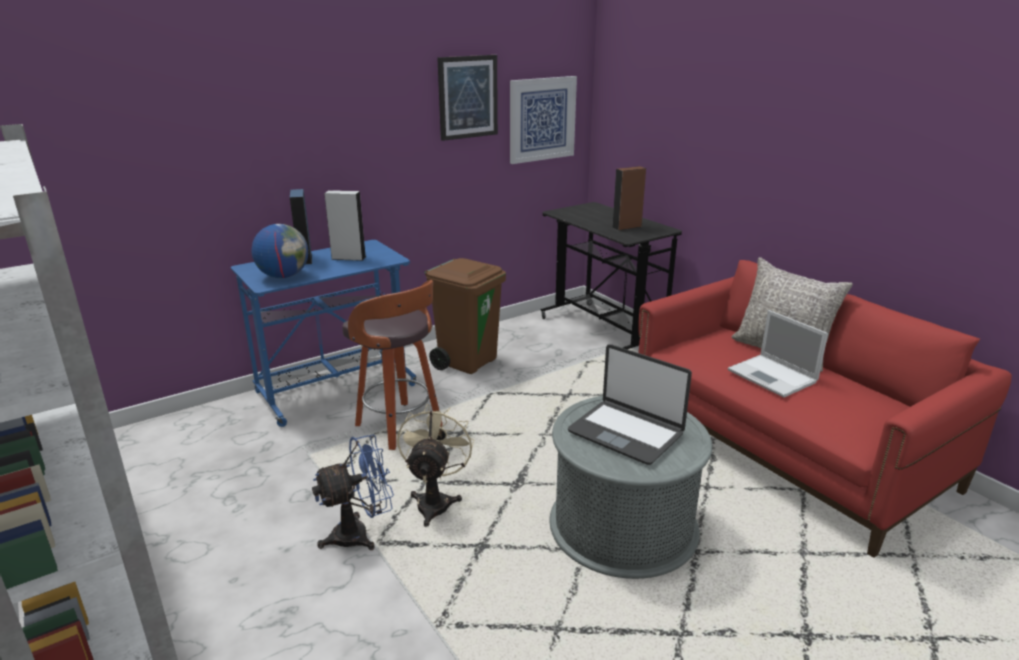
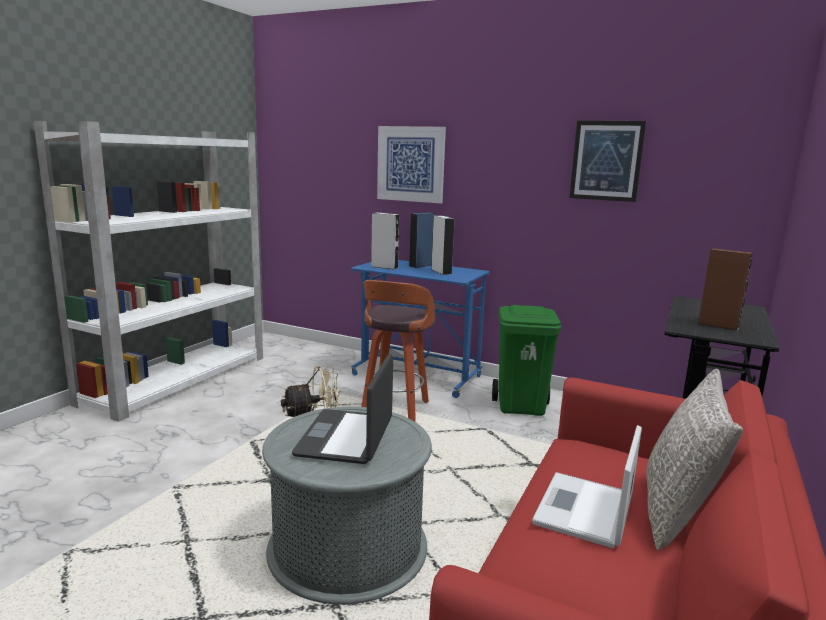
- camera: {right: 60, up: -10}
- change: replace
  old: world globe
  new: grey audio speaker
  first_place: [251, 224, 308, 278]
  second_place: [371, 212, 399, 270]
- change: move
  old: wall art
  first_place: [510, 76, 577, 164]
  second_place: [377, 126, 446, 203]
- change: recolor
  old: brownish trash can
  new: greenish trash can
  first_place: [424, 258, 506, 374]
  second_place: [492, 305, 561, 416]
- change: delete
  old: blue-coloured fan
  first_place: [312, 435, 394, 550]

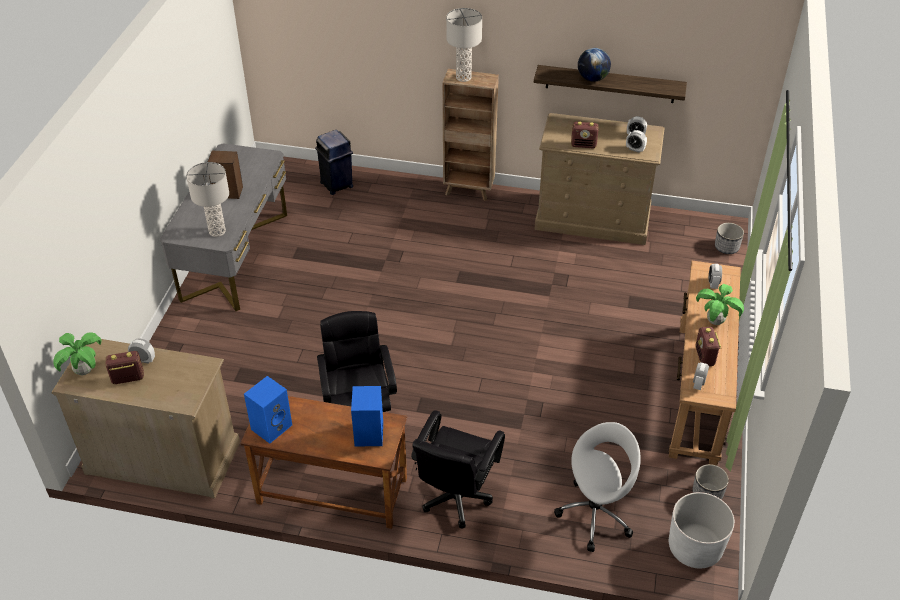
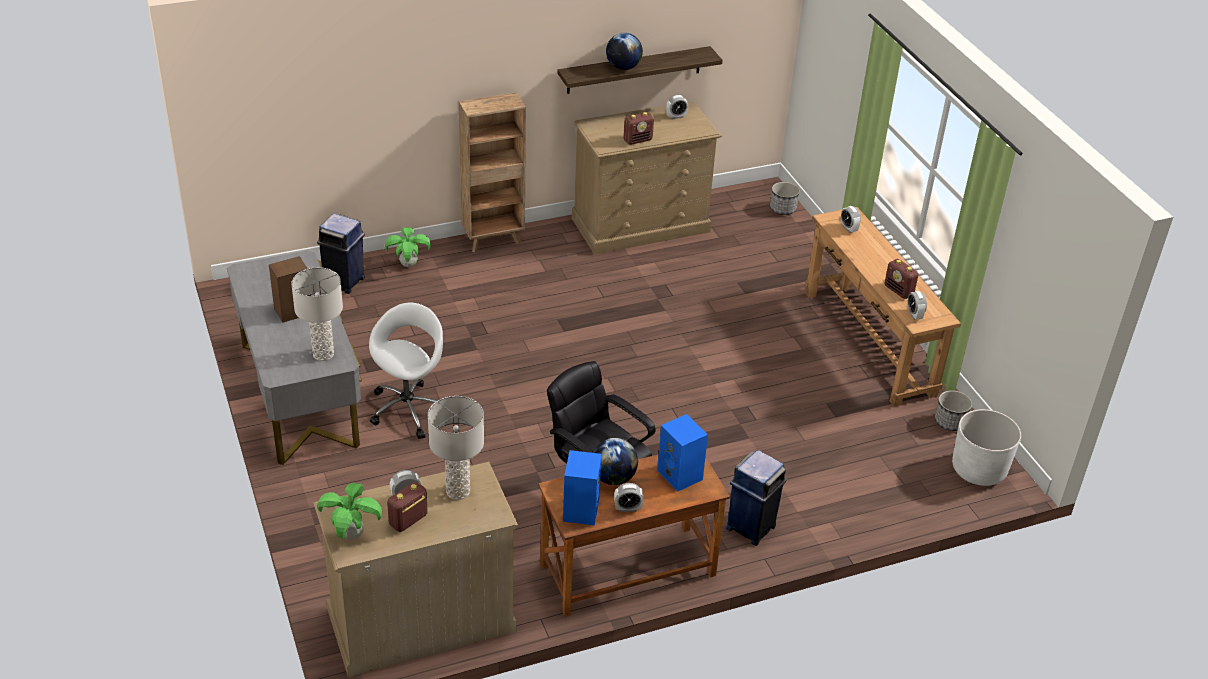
- camera: {right: -35, up: -5}
- change: move
  old: white office chair
  first_place: [554, 422, 641, 552]
  second_place: [369, 303, 443, 439]
- change: move
  old: houseplant
  first_place: [696, 284, 744, 325]
  second_place: [385, 227, 431, 267]
- change: move
  old: white tabletop lamp
  first_place: [446, 8, 482, 82]
  second_place: [428, 396, 484, 500]
- change: insert
  new: world globe
  second_place: [593, 438, 638, 485]
- change: move
  old: bedside clock
  first_place: [626, 130, 647, 153]
  second_place: [614, 483, 644, 512]
- change: replace
  old: blackish office chair
  new: blue-coloured trash can
  first_place: [411, 410, 505, 528]
  second_place: [726, 450, 787, 546]

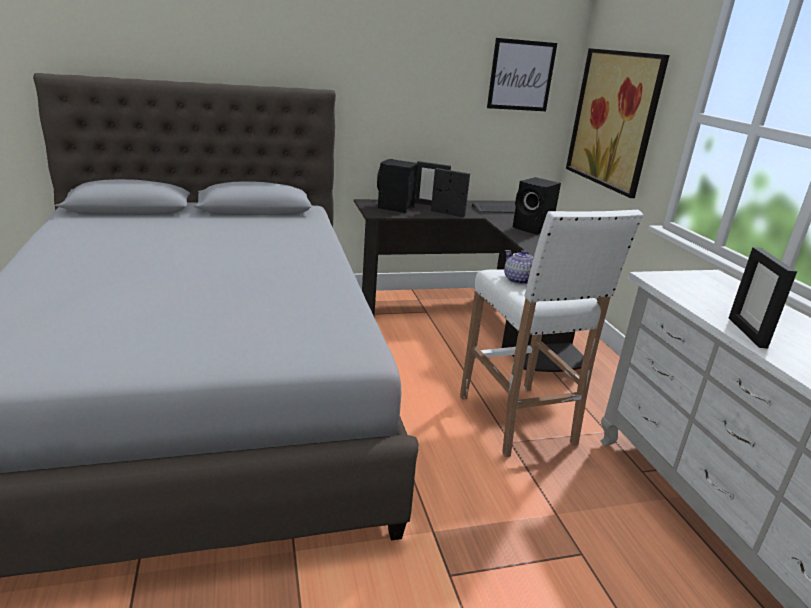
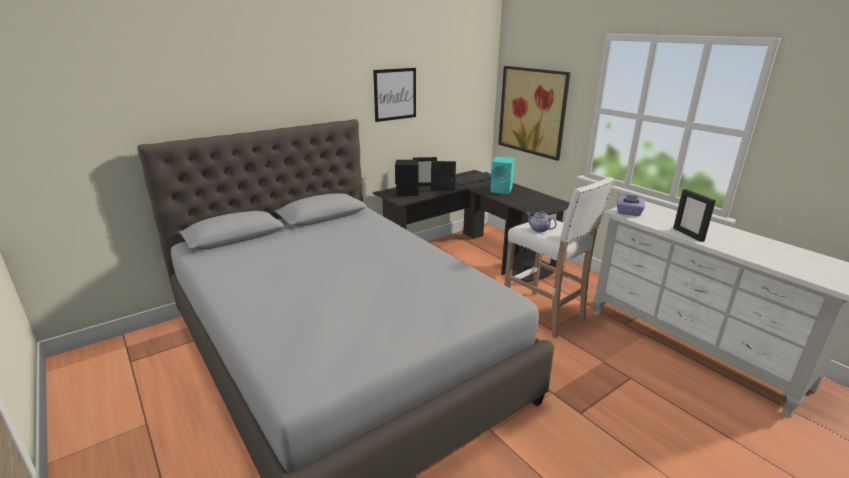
- camera: {right: -20, up: 0}
- change: move
  old: wall art
  first_place: [487, 38, 557, 111]
  second_place: [373, 68, 416, 122]
- change: recolor
  old: blackish audio speaker
  new: turquoise-coloured audio speaker
  first_place: [513, 177, 561, 235]
  second_place: [490, 157, 515, 194]
- change: insert
  new: purple tissue box
  second_place: [617, 194, 645, 216]

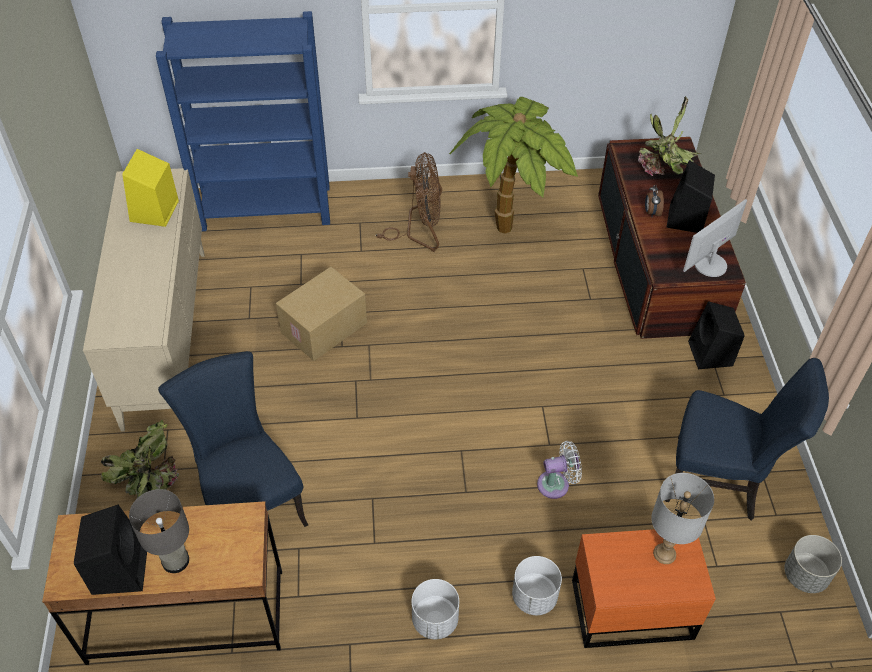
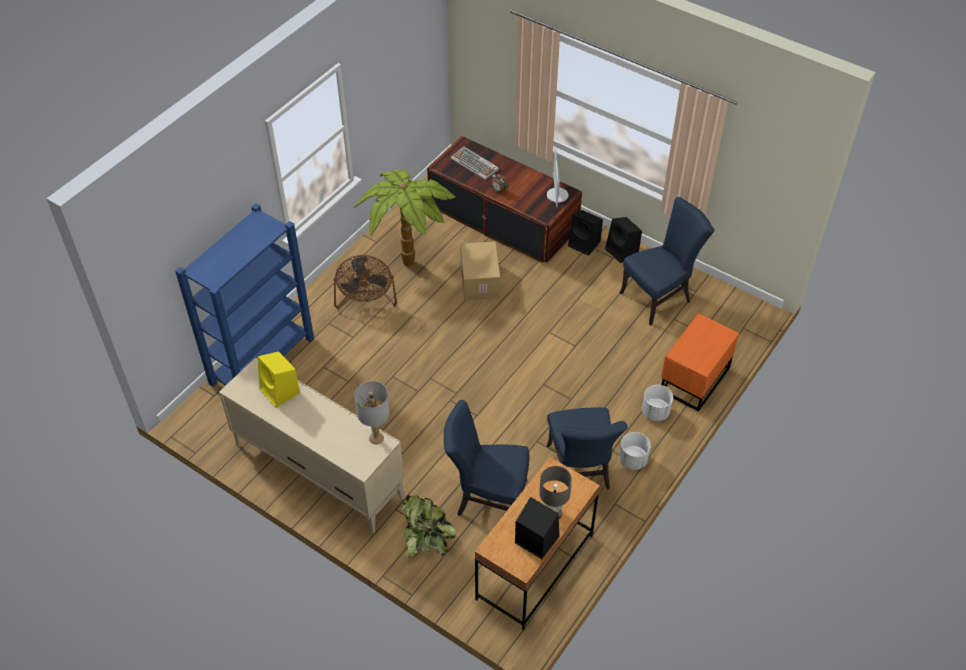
- camera: {right: -50, up: 0}
- change: rotate
  old: brownish fan
  first_place: [375, 152, 442, 252]
  second_place: [333, 254, 397, 309]
  degrees: 135
- change: move
  old: grey tabletop lamp
  first_place: [651, 473, 714, 564]
  second_place: [354, 381, 390, 444]
- change: replace
  old: houseplant
  new: computer keyboard
  first_place: [638, 96, 701, 176]
  second_place: [450, 147, 499, 180]
- change: move
  old: carton
  first_place: [276, 267, 367, 361]
  second_place: [460, 242, 500, 300]
- change: insert
  new: blue-coloured chair
  second_place: [547, 407, 628, 490]
- change: move
  old: blackish audio speaker
  first_place: [666, 160, 715, 233]
  second_place: [605, 217, 642, 263]
- change: delete
  old: white fan
  first_place: [537, 441, 582, 499]
- change: delete
  old: grey planter
  first_place: [784, 535, 842, 593]

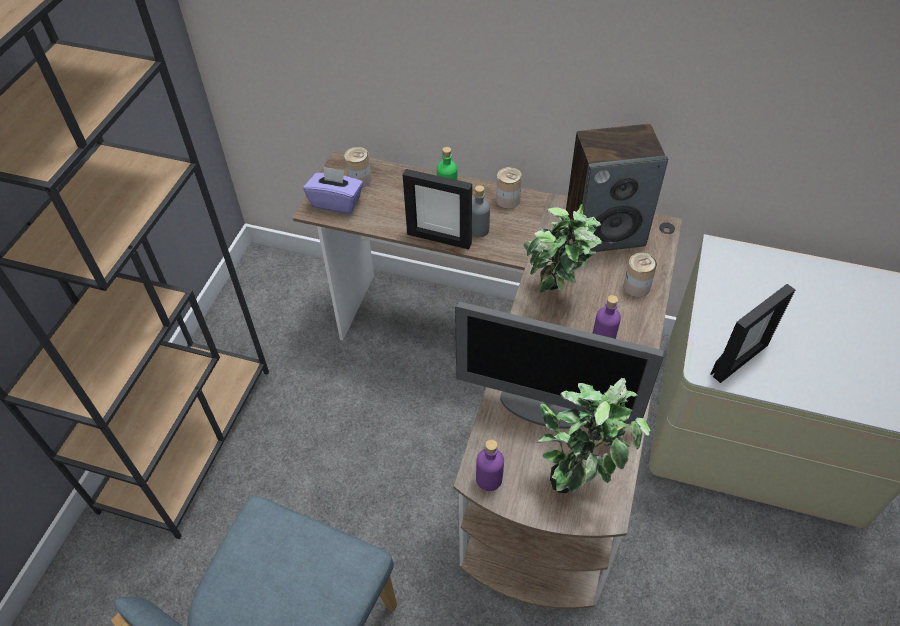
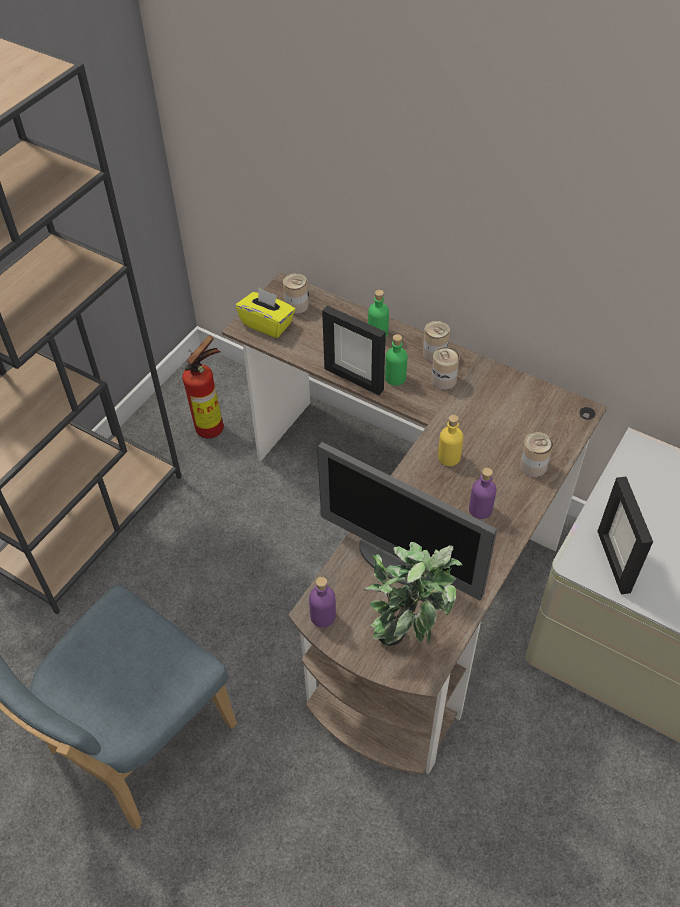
- camera: {right: 15, up: 0}
- change: insert
  new: fire-fighting cylinder
  second_place: [182, 335, 224, 439]
- change: recolor
  old: purple tissue box
  new: yellow tissue box
  first_place: [303, 166, 363, 214]
  second_place: [236, 287, 295, 338]
- change: recolor
  old: grey bottle
  new: greenish bottle
  first_place: [472, 185, 490, 237]
  second_place: [385, 334, 407, 386]
- change: insert
  new: sealed can
  second_place: [431, 347, 459, 390]
- change: replace
  old: houseplant
  new: yellow bottle
  first_place: [524, 204, 602, 293]
  second_place: [438, 415, 463, 466]
- change: rotate
  old: picture frame
  first_place: [710, 284, 795, 383]
  second_place: [597, 477, 653, 594]
  degrees: 105
- change: delete
  old: audio speaker
  first_place: [566, 124, 668, 252]

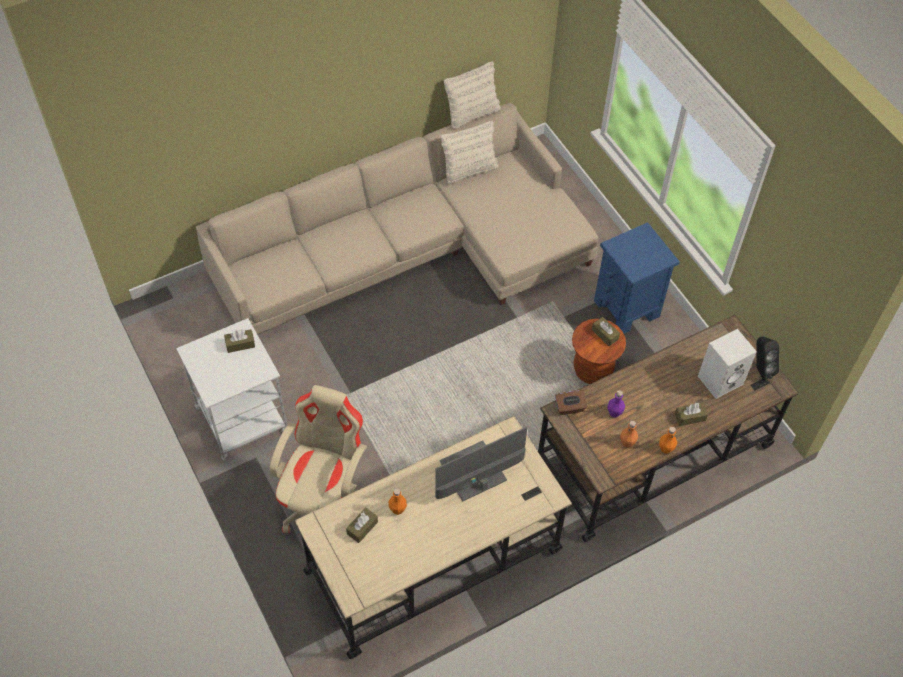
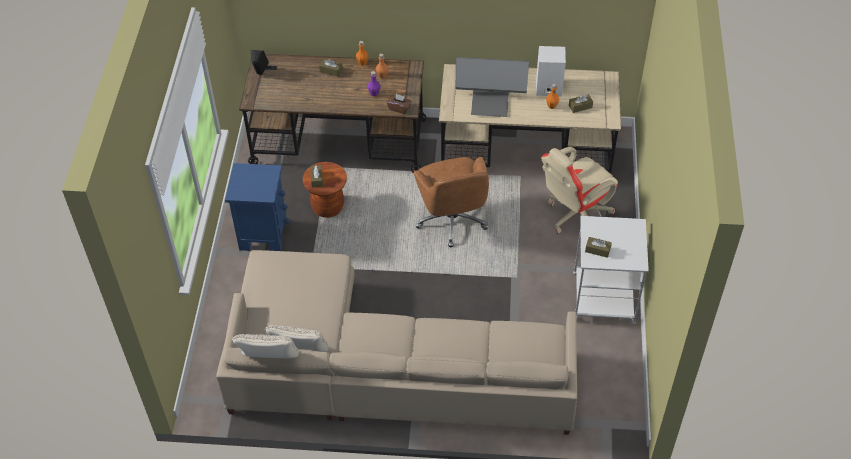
- camera: {right: -145, up: -5}
- change: insert
  new: brownish office chair
  second_place: [414, 156, 489, 247]
- change: move
  old: white audio speaker
  first_place: [698, 329, 757, 399]
  second_place: [536, 46, 566, 97]

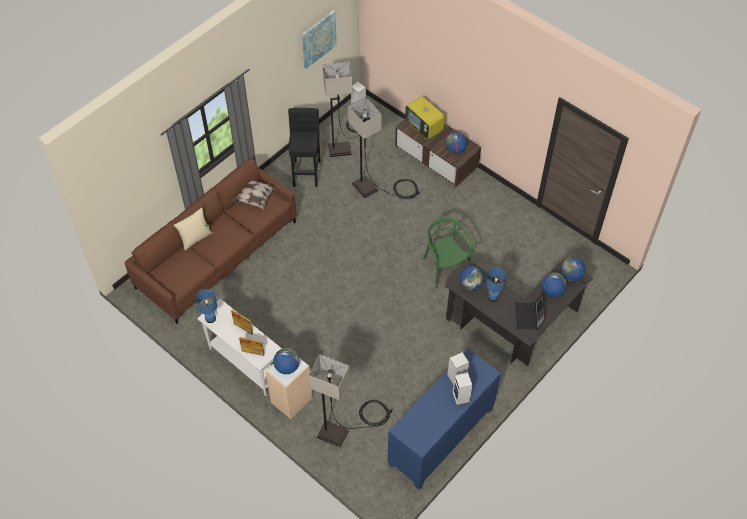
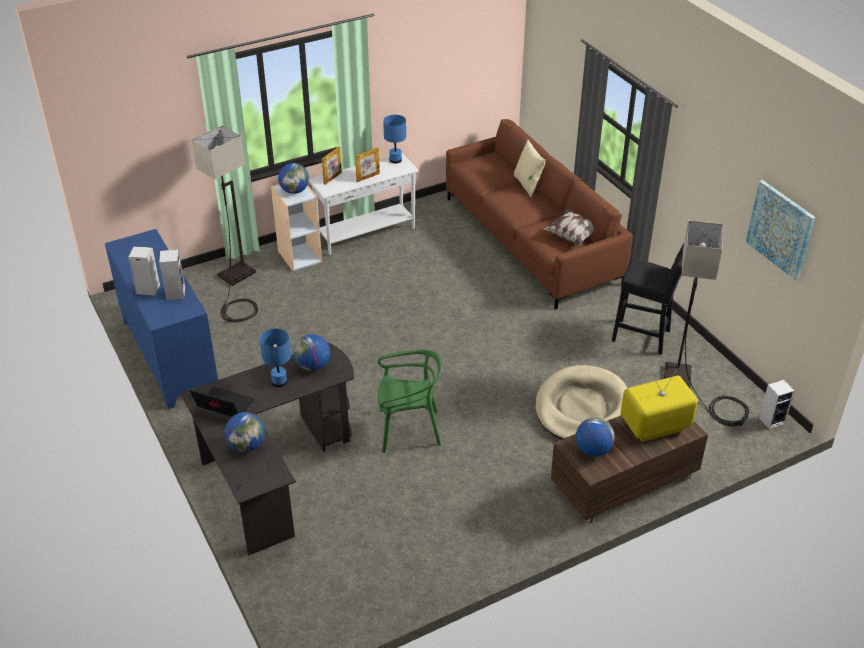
- camera: {right: 110, up: -15}
- change: replace
  old: floor lamp
  new: beige dog cushion
  first_place: [348, 97, 420, 199]
  second_place: [535, 365, 627, 440]
- change: delete
  old: world globe
  first_place: [561, 257, 586, 282]

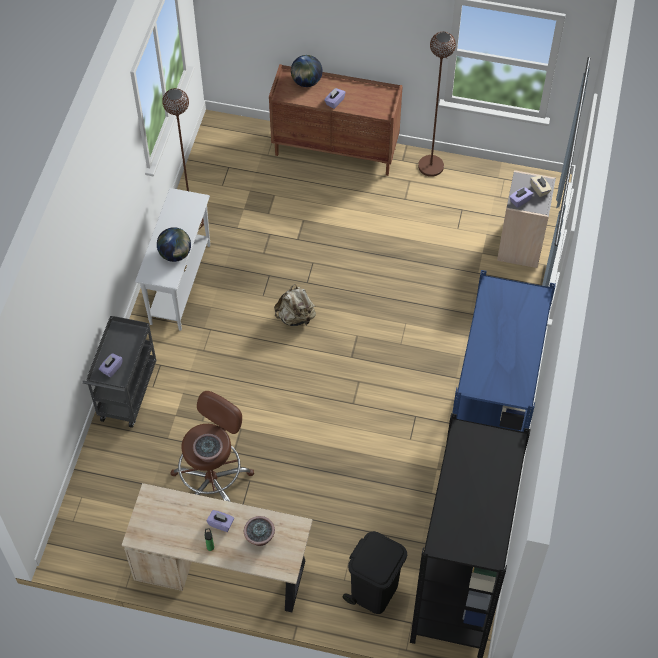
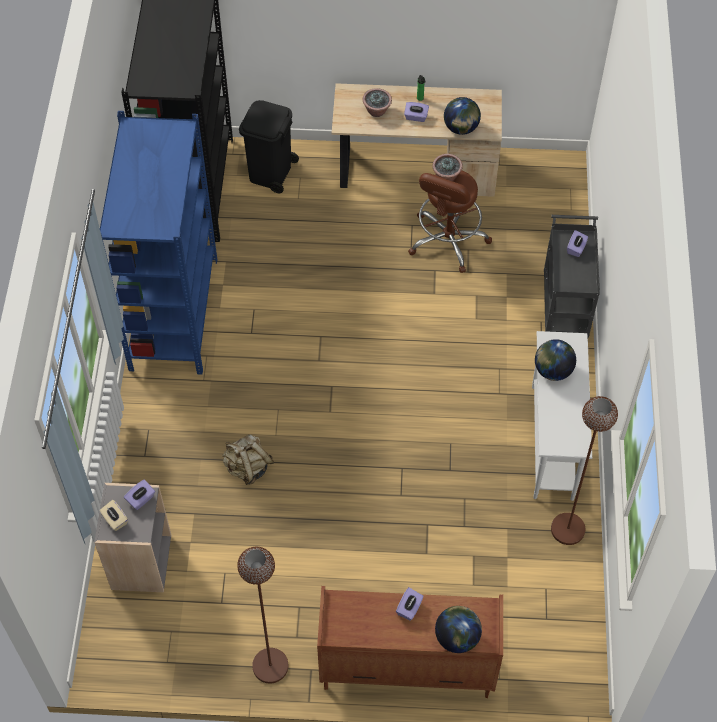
- camera: {right: 170, up: 0}
- change: move
  old: beige knapsack
  first_place: [274, 284, 316, 326]
  second_place: [222, 434, 274, 485]
- change: insert
  new: world globe
  second_place: [444, 97, 481, 135]

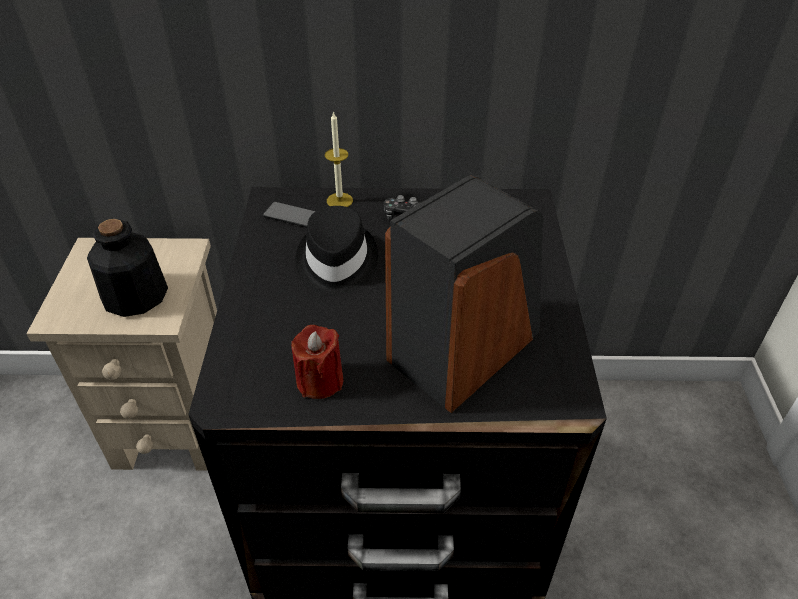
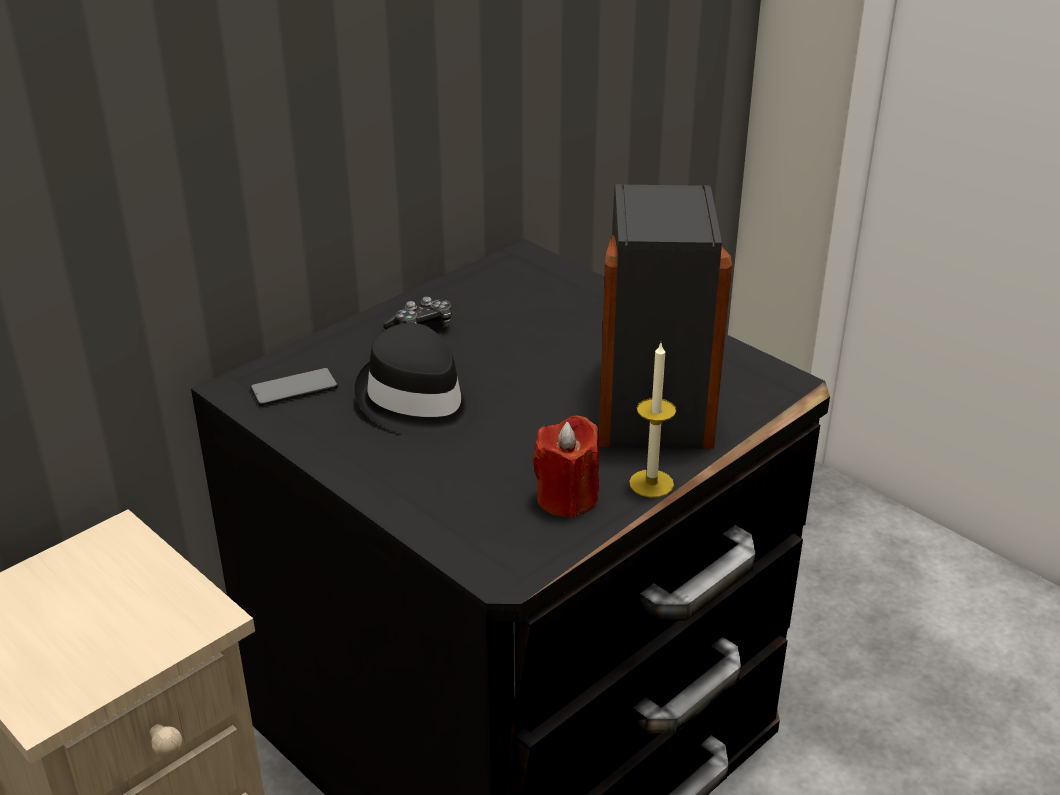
- camera: {right: -45, up: -10}
- change: move
  old: candle
  first_place: [325, 111, 353, 207]
  second_place: [629, 343, 676, 498]
- change: delete
  old: bottle
  first_place: [87, 219, 168, 317]

